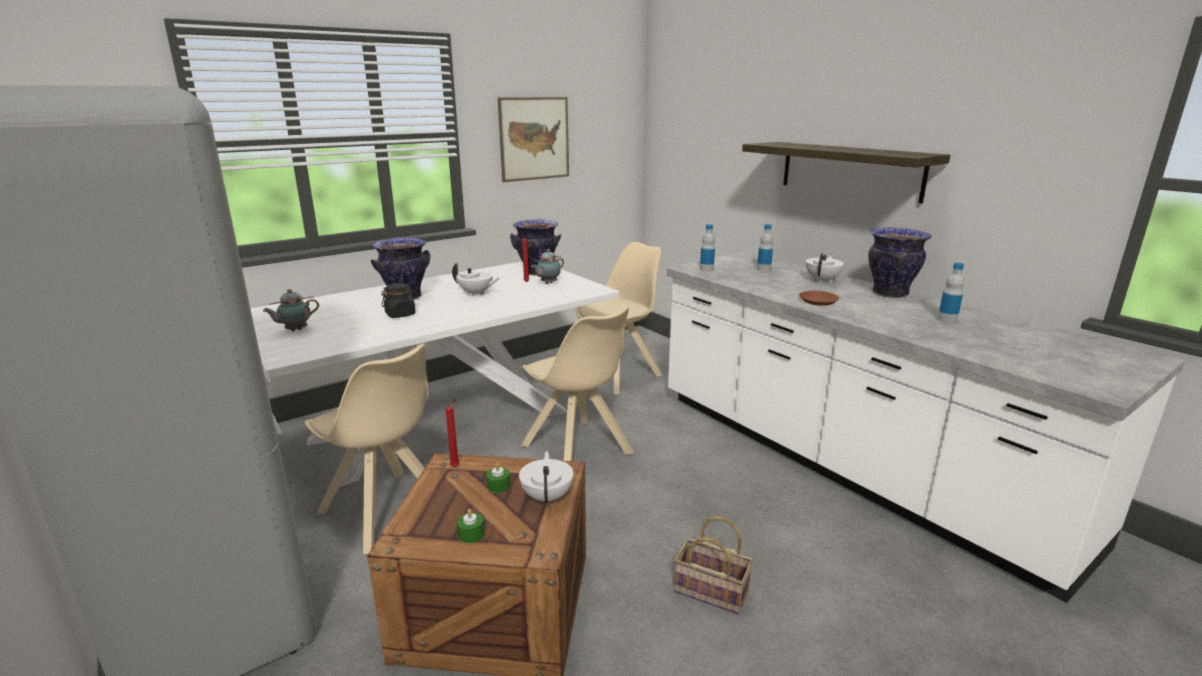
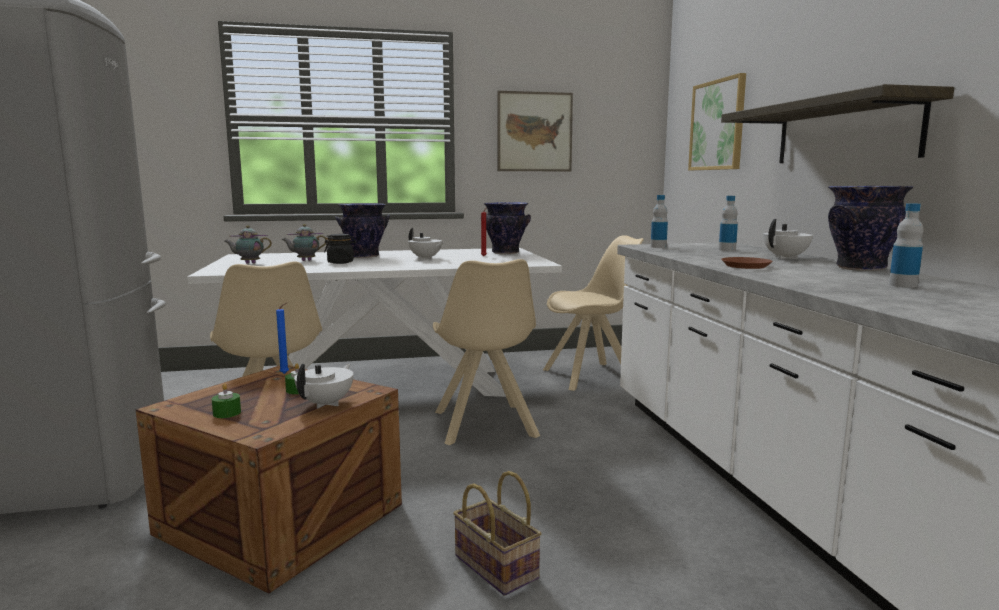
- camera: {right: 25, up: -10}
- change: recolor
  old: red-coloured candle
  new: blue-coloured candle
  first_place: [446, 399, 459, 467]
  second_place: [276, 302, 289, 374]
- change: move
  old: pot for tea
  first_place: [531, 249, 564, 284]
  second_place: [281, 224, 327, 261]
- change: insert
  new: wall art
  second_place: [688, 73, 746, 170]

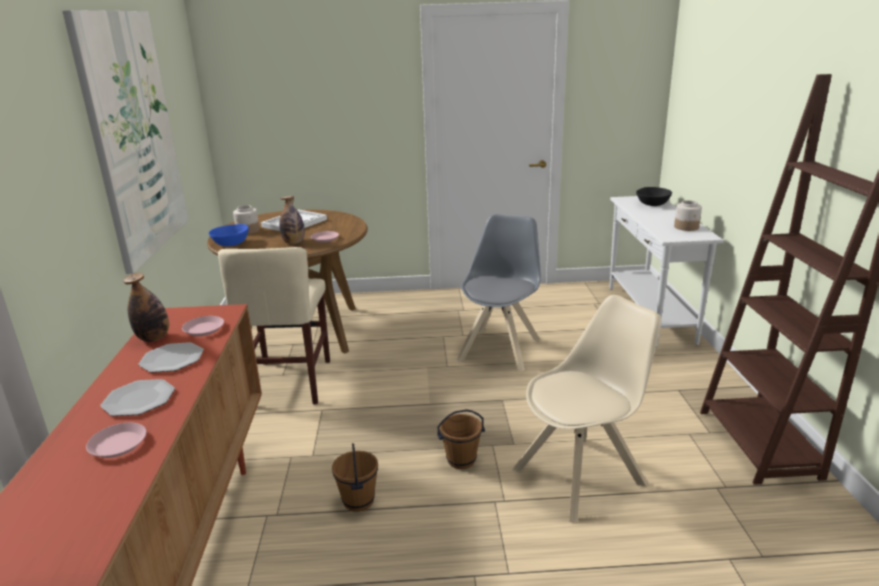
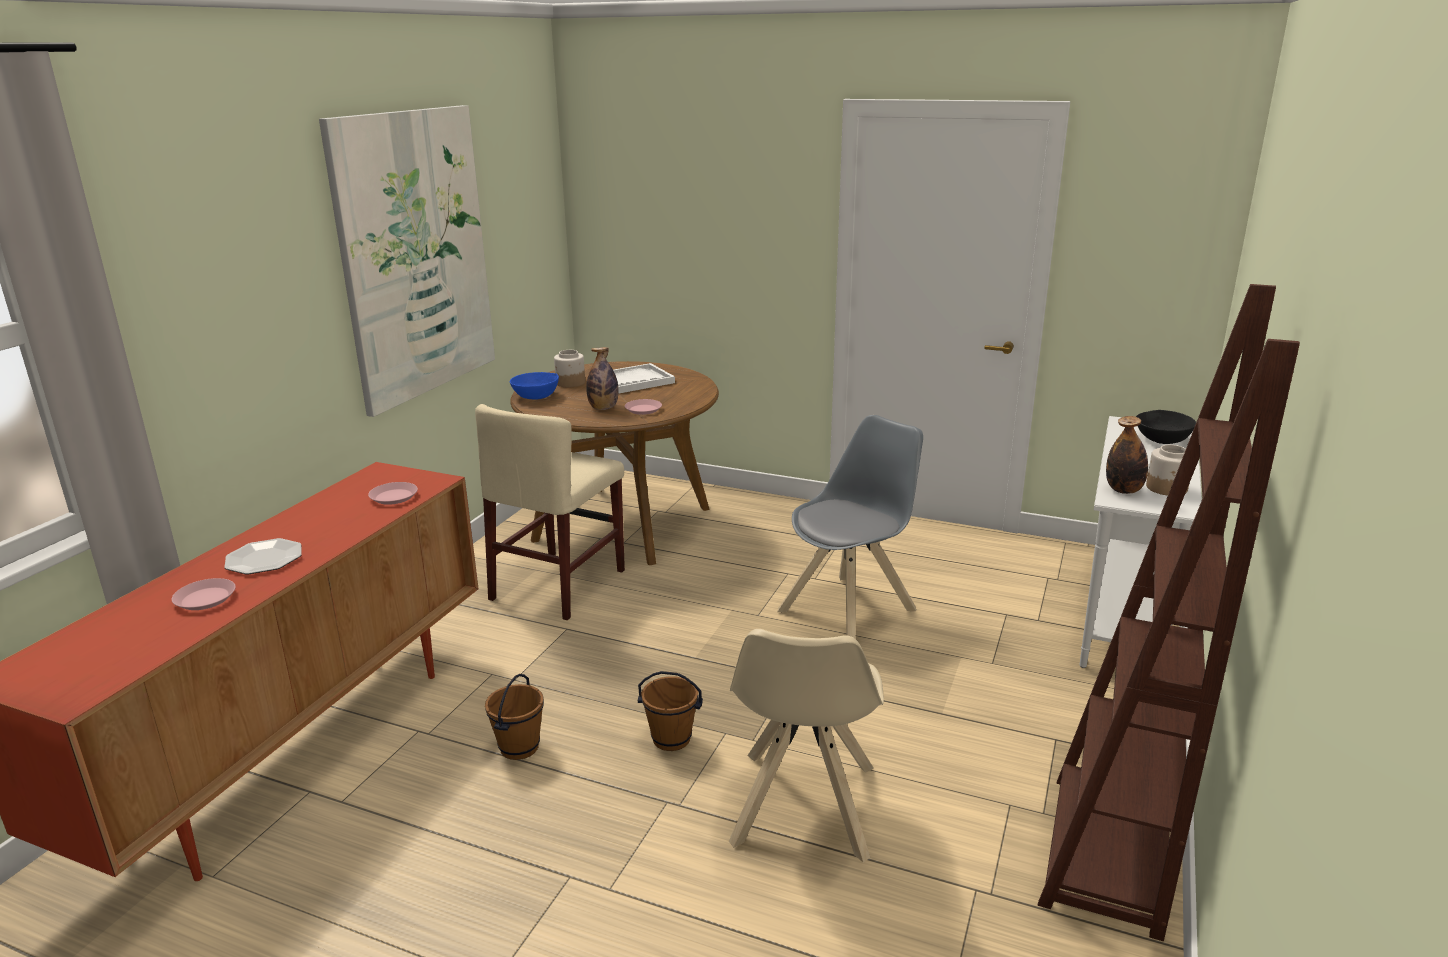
- camera: {right: 25, up: 0}
- change: rotate
  old: beige chair
  first_place: [512, 295, 662, 523]
  second_place: [729, 629, 884, 863]
  degrees: 105
- change: move
  old: bottle
  first_place: [123, 273, 169, 342]
  second_place: [1106, 416, 1148, 494]
- change: delete
  old: flat dish
  first_place: [138, 342, 204, 373]

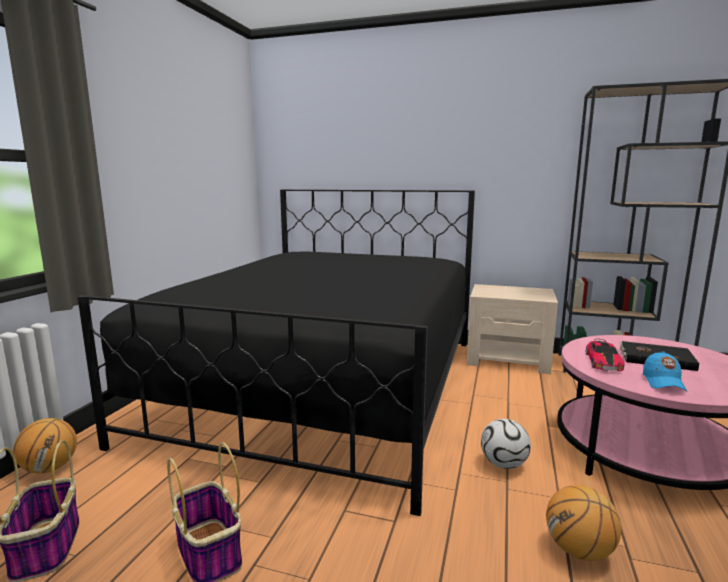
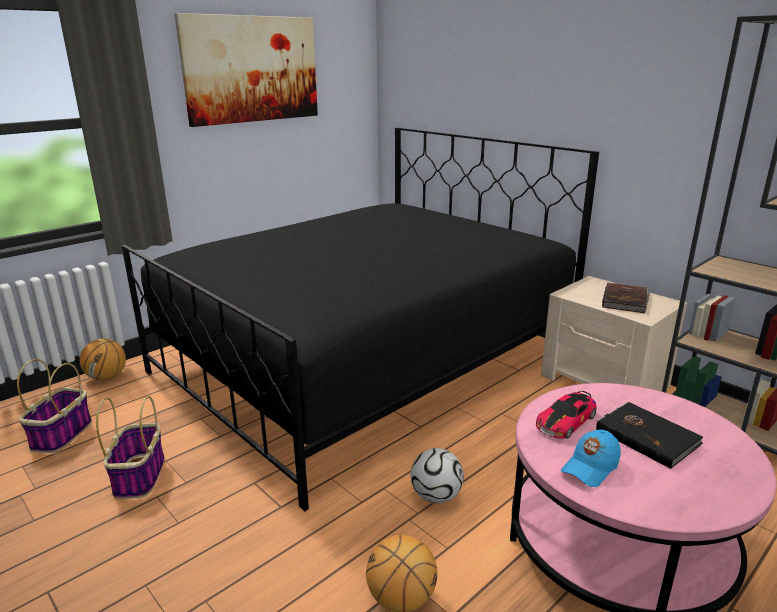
- camera: {right: 30, up: 10}
- change: insert
  new: wall art
  second_place: [174, 13, 318, 127]
- change: insert
  new: brownish volume
  second_place: [602, 283, 650, 313]

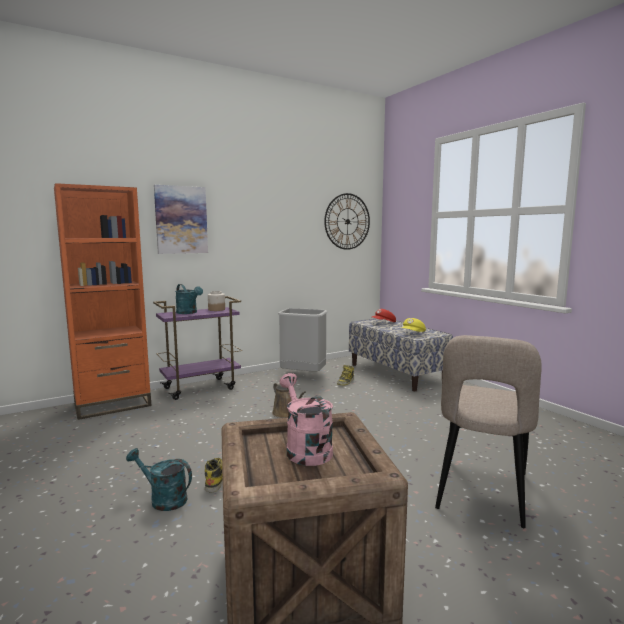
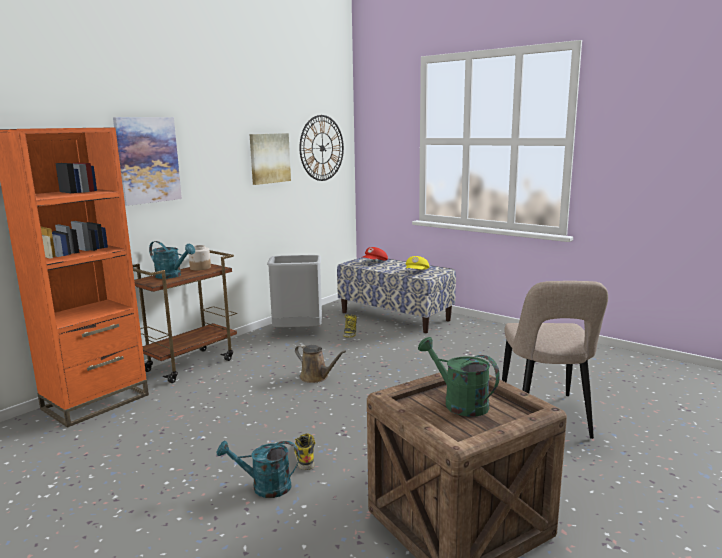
- camera: {right: -20, up: 5}
- change: recolor
  old: purple wheeled cart
  new: brownish wheeled cart
  first_place: [153, 296, 242, 400]
  second_place: [132, 250, 237, 383]
- change: insert
  new: wall art
  second_place: [250, 133, 291, 185]
- change: recolor
  old: pink watering can
  new: greenish watering can
  first_place: [279, 373, 333, 466]
  second_place: [418, 337, 500, 417]

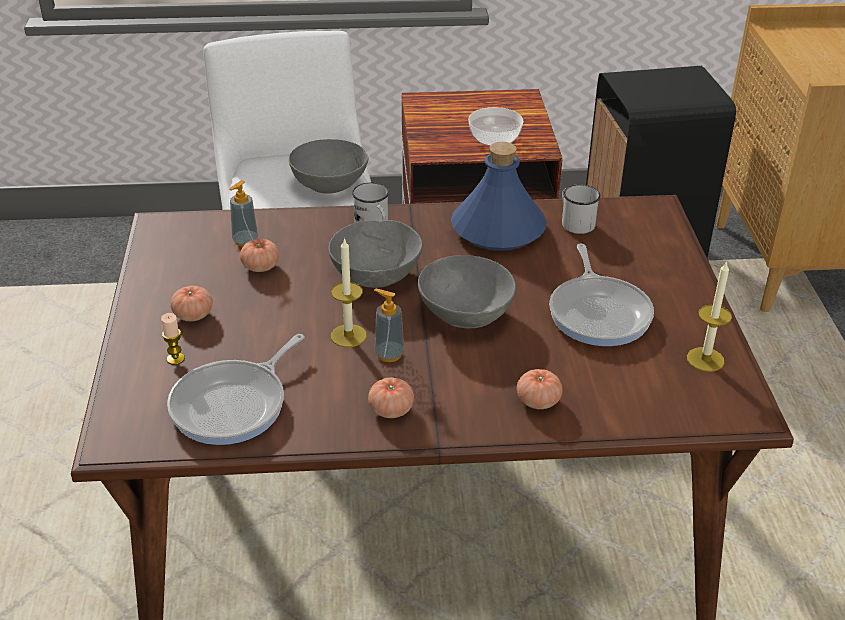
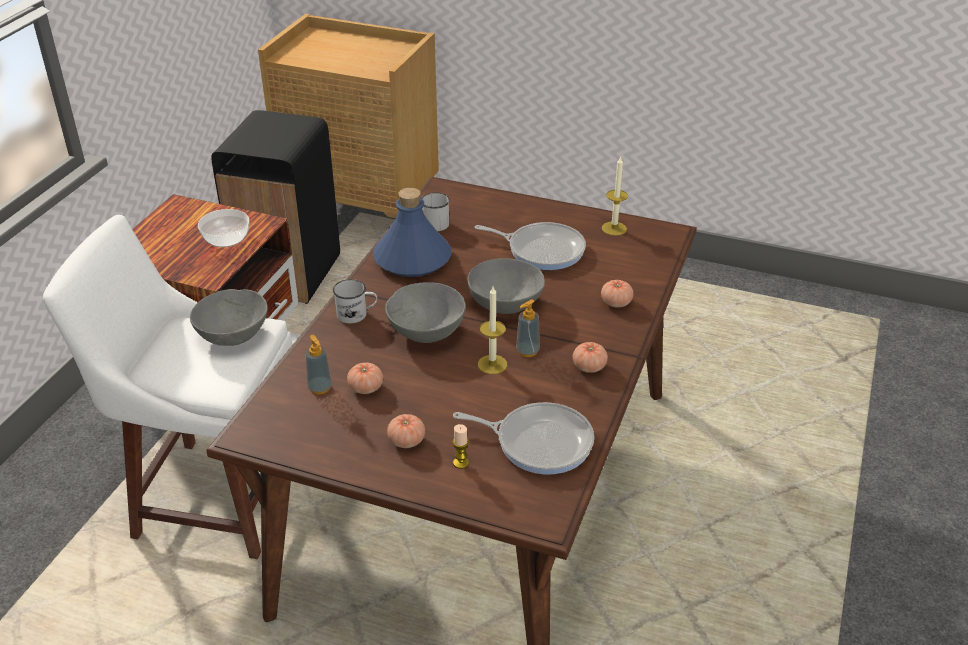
- camera: {right: -65, up: 0}
- change: rotate
  old: skillet
  first_place: [167, 334, 305, 445]
  second_place: [453, 402, 594, 474]
  degrees: -45

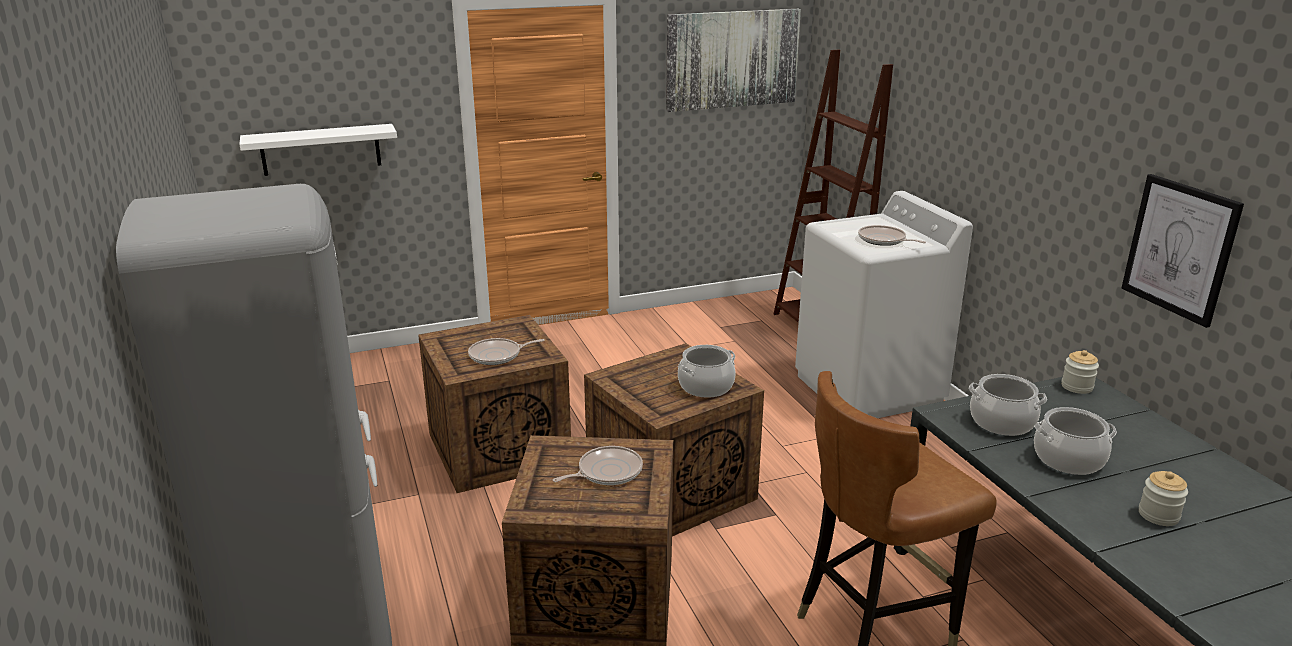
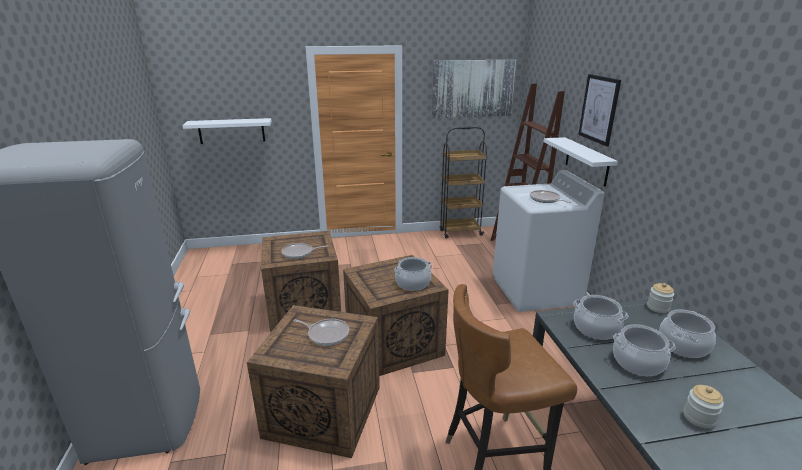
- camera: {right: 10, up: 0}
- change: rotate
  old: skillet
  first_place: [553, 446, 643, 485]
  second_place: [293, 319, 349, 346]
  degrees: 45
- change: insert
  new: brownish wheeled cart
  second_place: [439, 126, 487, 239]
- change: insert
  new: white wall shelf
  second_place: [544, 137, 618, 187]
- change: move
  old: wall art
  first_place: [1121, 174, 1244, 328]
  second_place: [578, 74, 621, 147]
- change: insert
  new: cooking pot
  second_place: [659, 310, 716, 358]

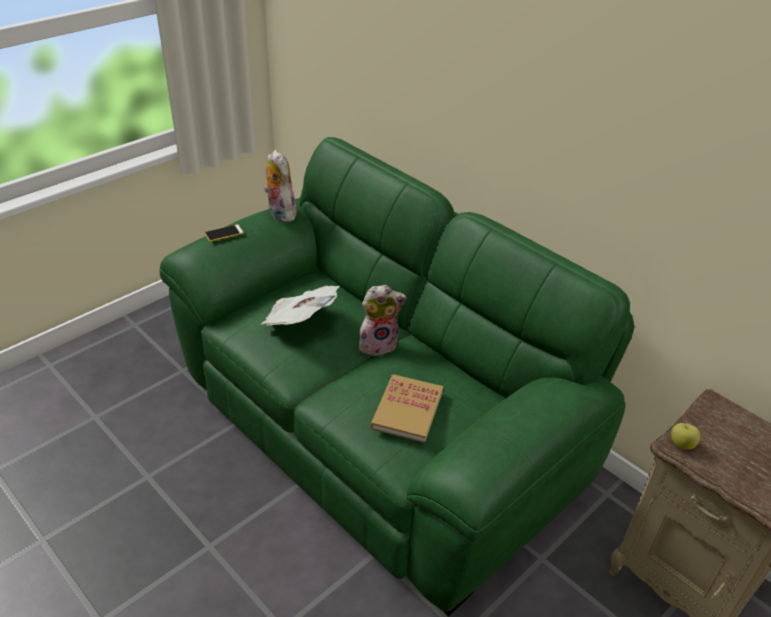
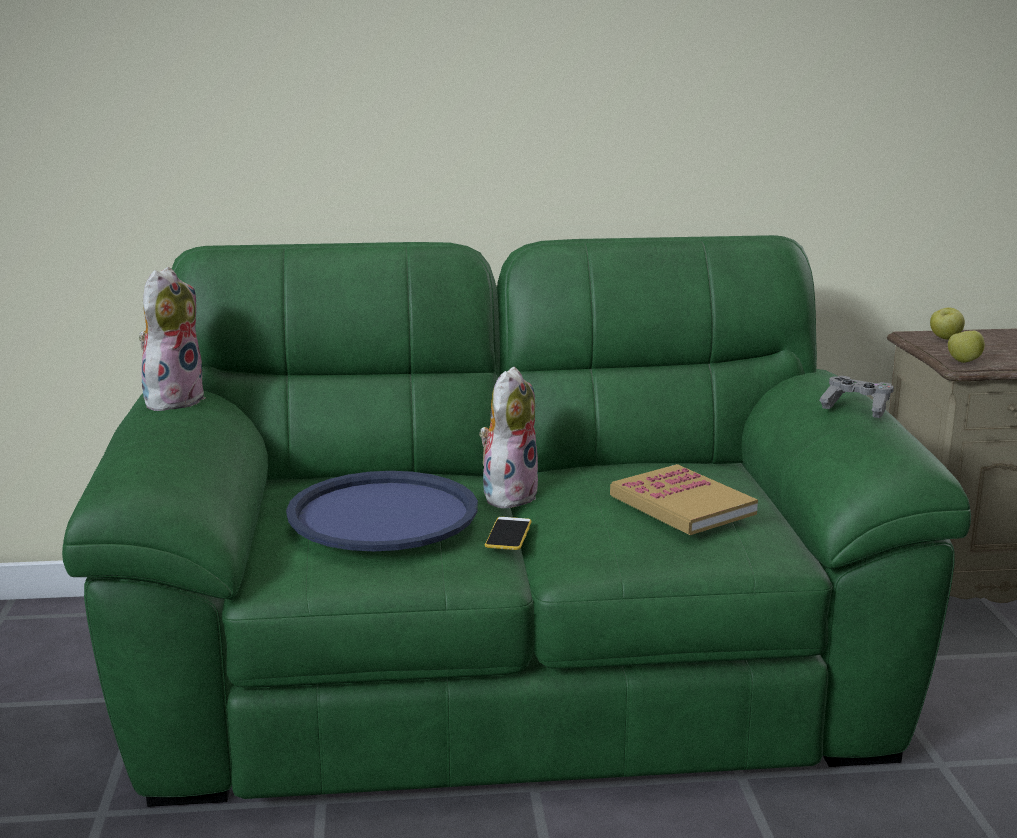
- camera: {right: -50, up: -20}
- change: rotate
  old: soft toy
  first_place: [264, 150, 297, 222]
  second_place: [139, 267, 206, 411]
  degrees: 105
- change: replace
  old: newspaper
  new: blue-coloured carrying tray
  first_place: [261, 286, 340, 325]
  second_place: [286, 471, 478, 551]
- change: move
  old: phone
  first_place: [205, 224, 244, 242]
  second_place: [485, 517, 532, 550]
- change: insert
  new: grey gamepad
  second_place: [819, 376, 894, 418]
- change: insert
  new: apple fruit
  second_place: [930, 307, 965, 340]

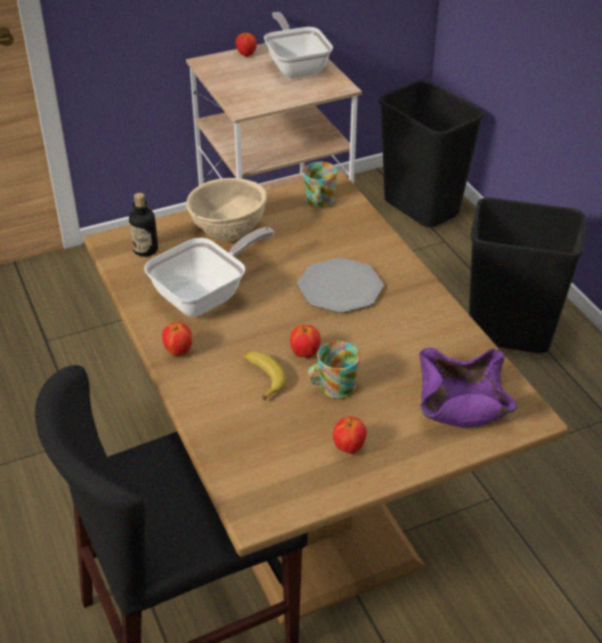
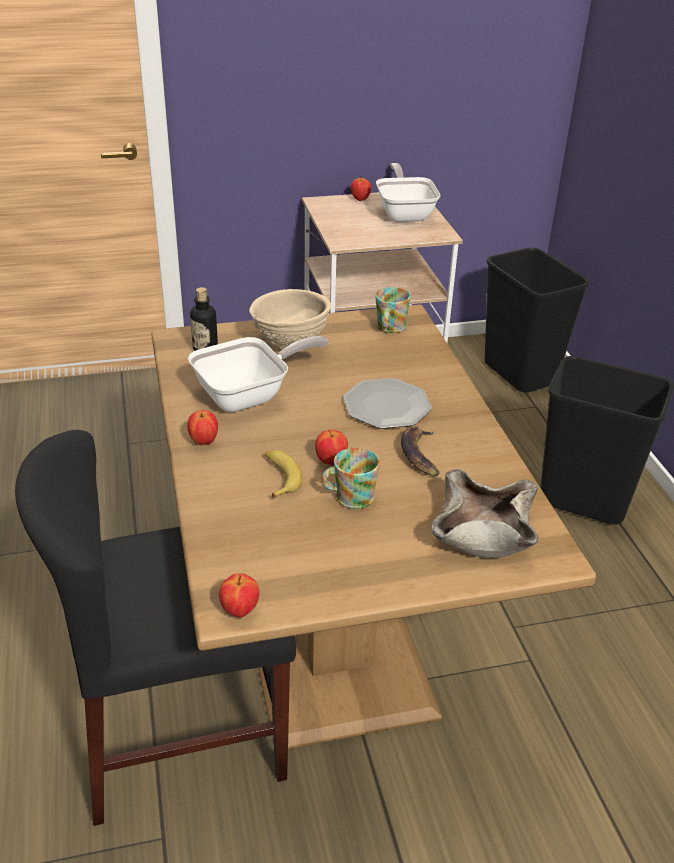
- camera: {right: 10, up: -5}
- change: move
  old: apple fruit
  first_place: [333, 416, 367, 454]
  second_place: [219, 573, 259, 618]
- change: insert
  new: whole banana
  second_place: [401, 426, 440, 476]
- change: recolor
  old: purple serving bowl
  new: beige serving bowl
  first_place: [419, 347, 517, 428]
  second_place: [431, 469, 538, 558]

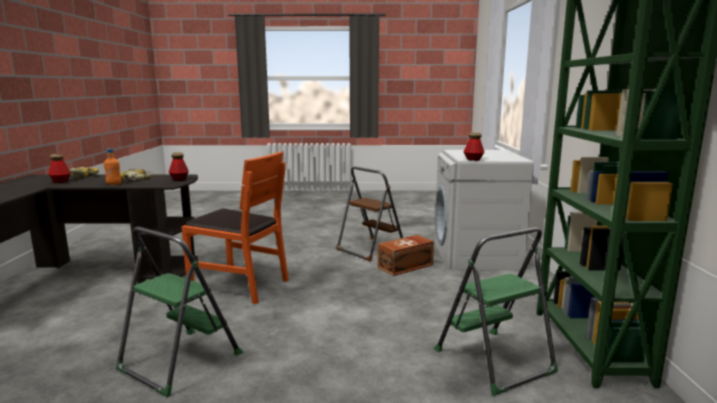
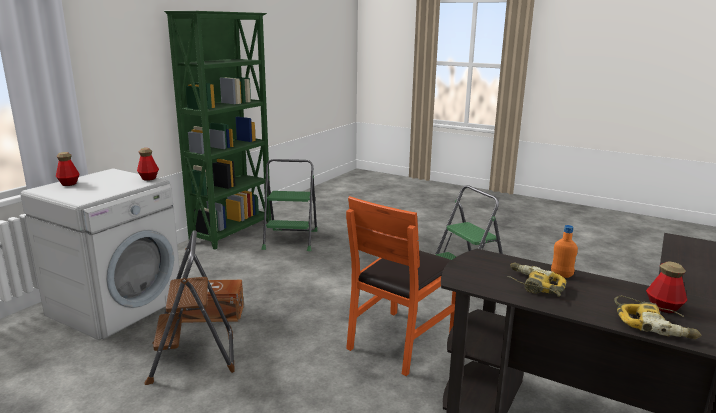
- camera: {right: -150, up: 5}
- change: move
  old: bottle
  first_place: [169, 152, 189, 181]
  second_place: [56, 152, 80, 186]
- change: rotate
  old: orangey chair
  first_place: [181, 151, 289, 304]
  second_place: [346, 196, 456, 376]
  degrees: -105

